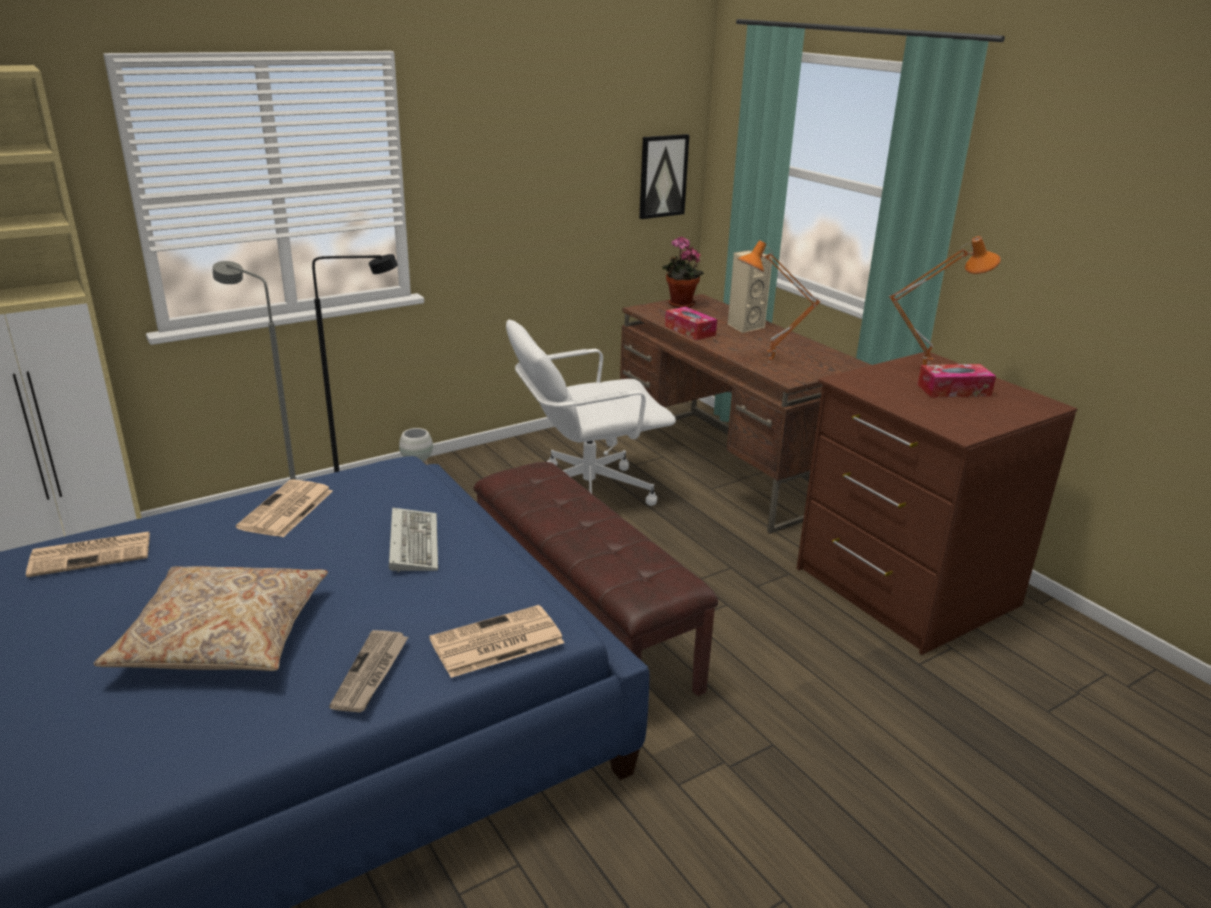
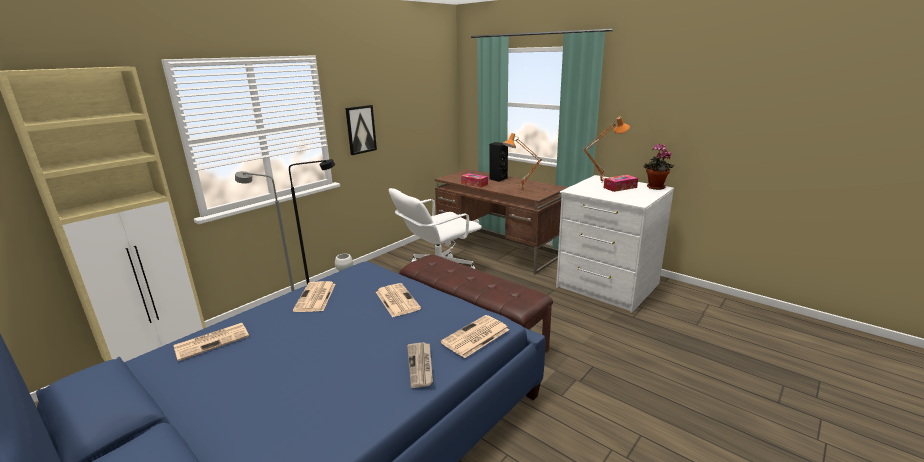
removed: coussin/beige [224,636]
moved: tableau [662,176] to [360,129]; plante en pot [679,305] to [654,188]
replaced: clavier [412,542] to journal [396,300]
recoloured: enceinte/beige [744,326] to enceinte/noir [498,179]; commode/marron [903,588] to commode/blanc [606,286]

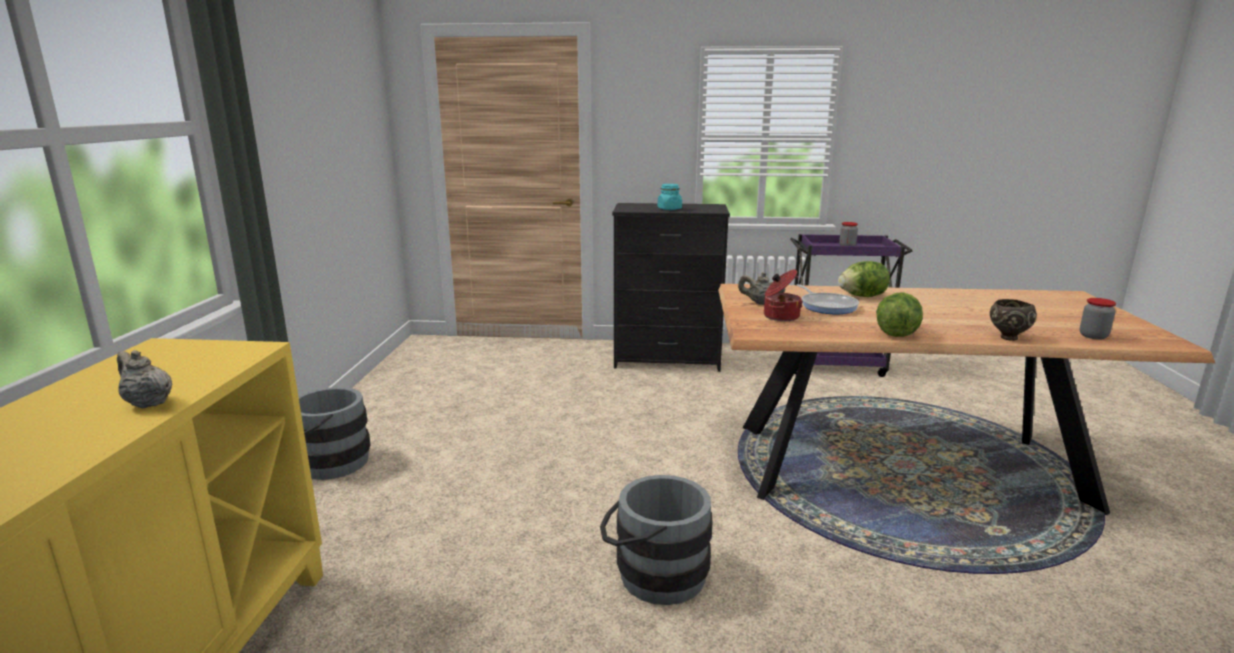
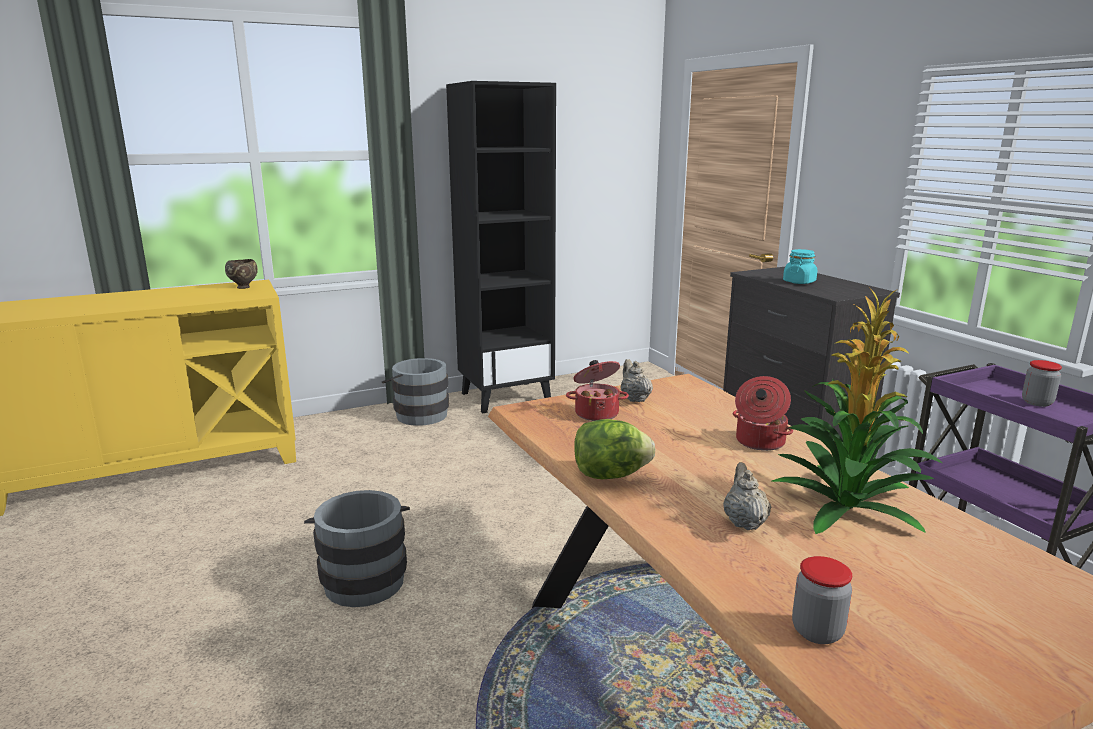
removed: poêle [827,306]
added: bibliothèque/noir [506,397]; plante en pot [848,506]
moved: théière/beige [148,403] to [744,522]; bol/marron [1007,337] to [244,287]
replaced: laitue [862,296] to marmite [759,442]

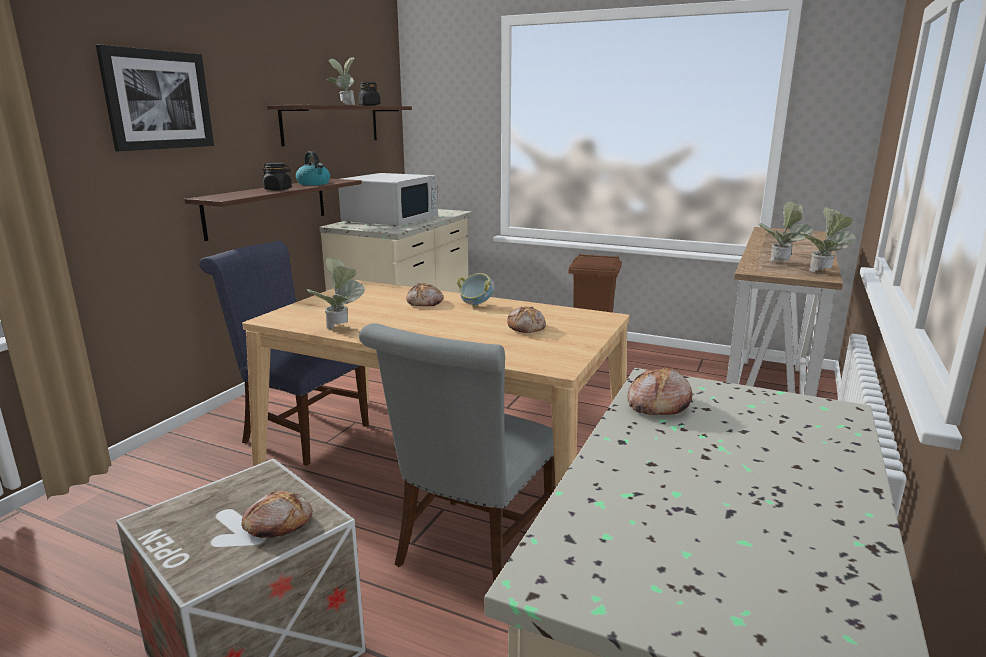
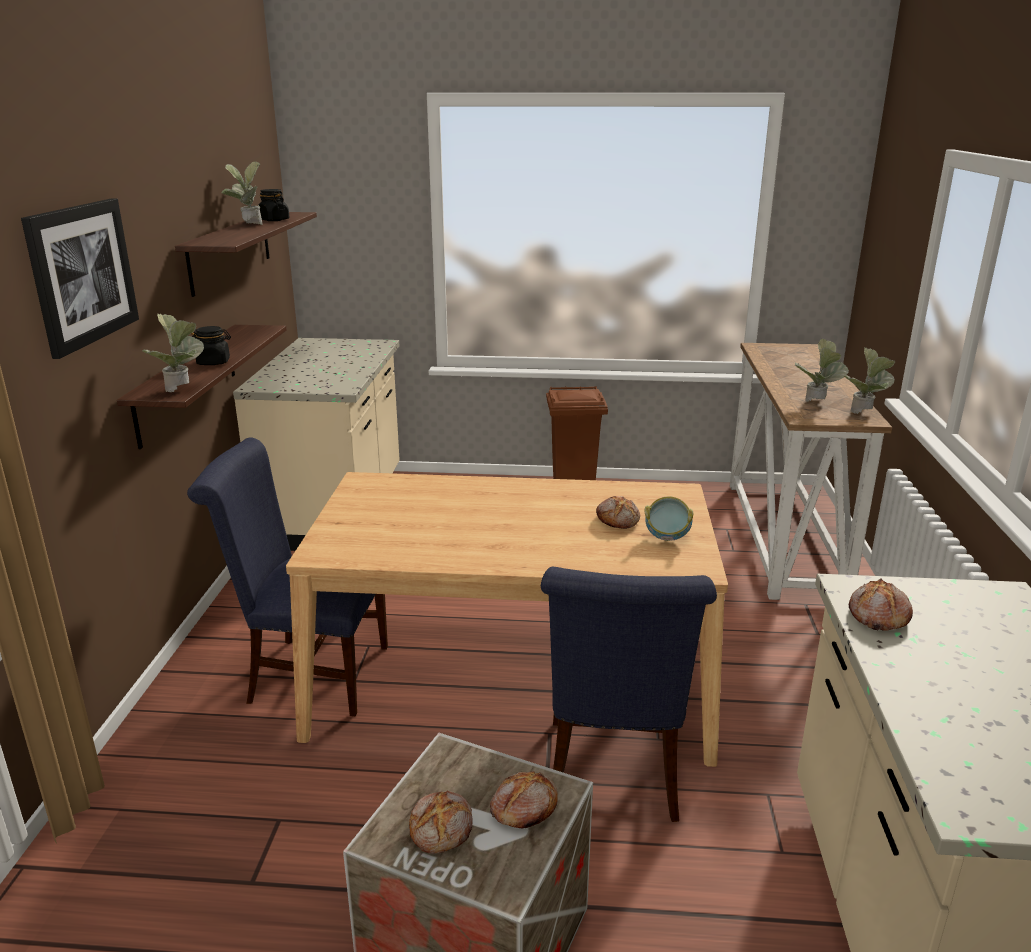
removed: bouilloire [314,184]; micro-ondes/blanc [391,219]
moved: plante en pot [340,328] to [182,390]; pain [425,302] to [442,829]; bol [476,305] to [666,538]
recoloured: chaise/gris [470,553] to chaise/bleu [613,776]

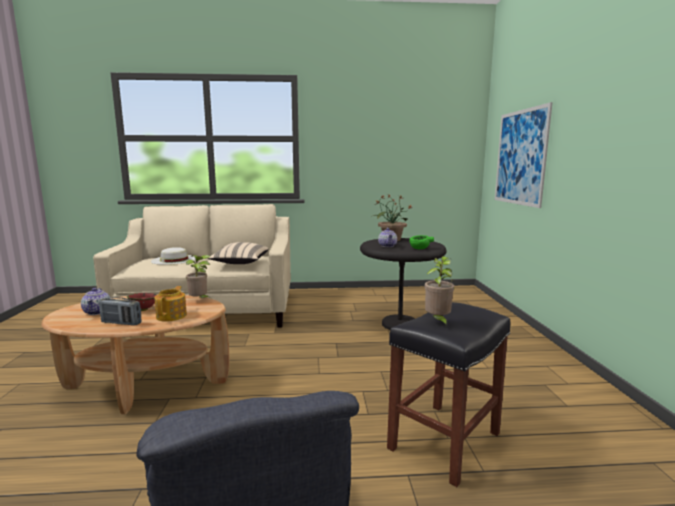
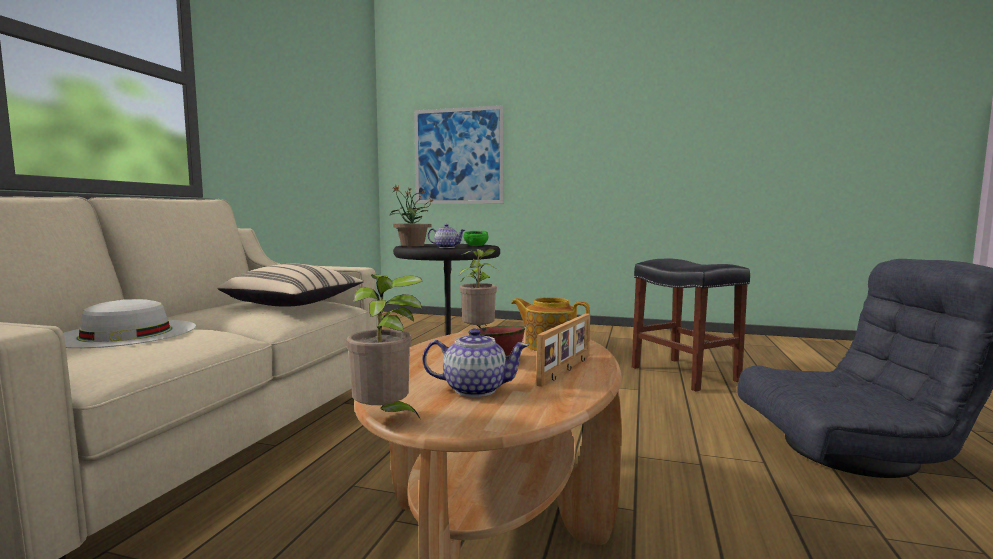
moved: plante en pot [438,321] to [385,418]
replaced: radio [121,323] to cadre photo [567,369]

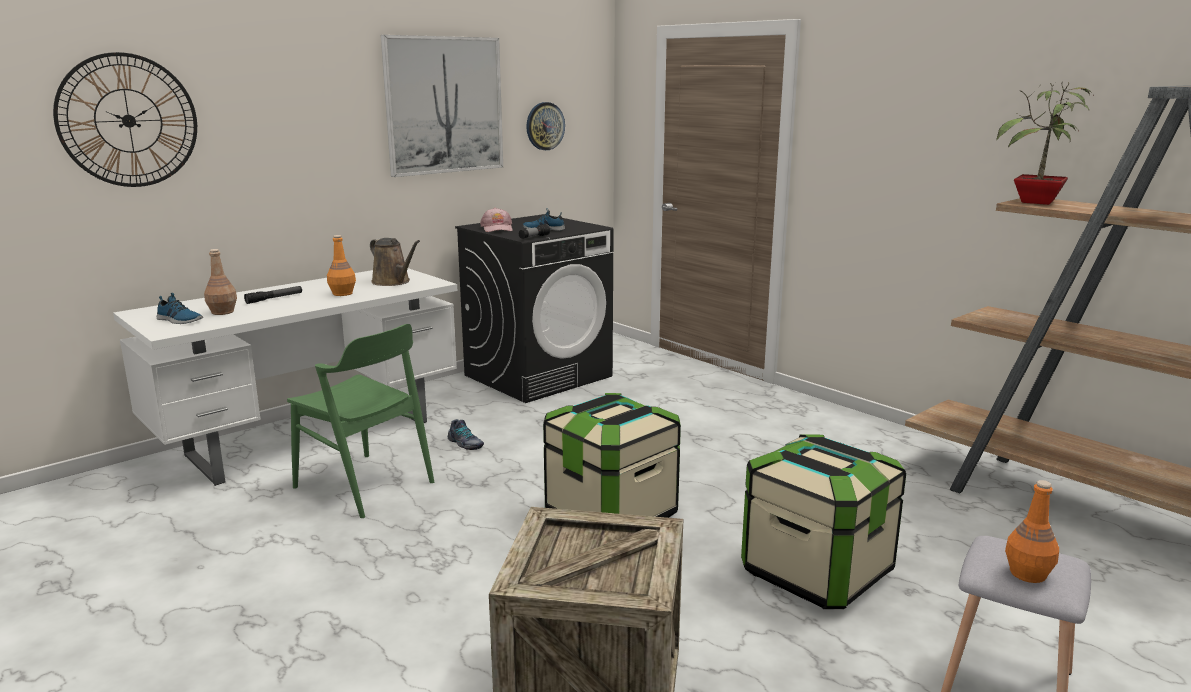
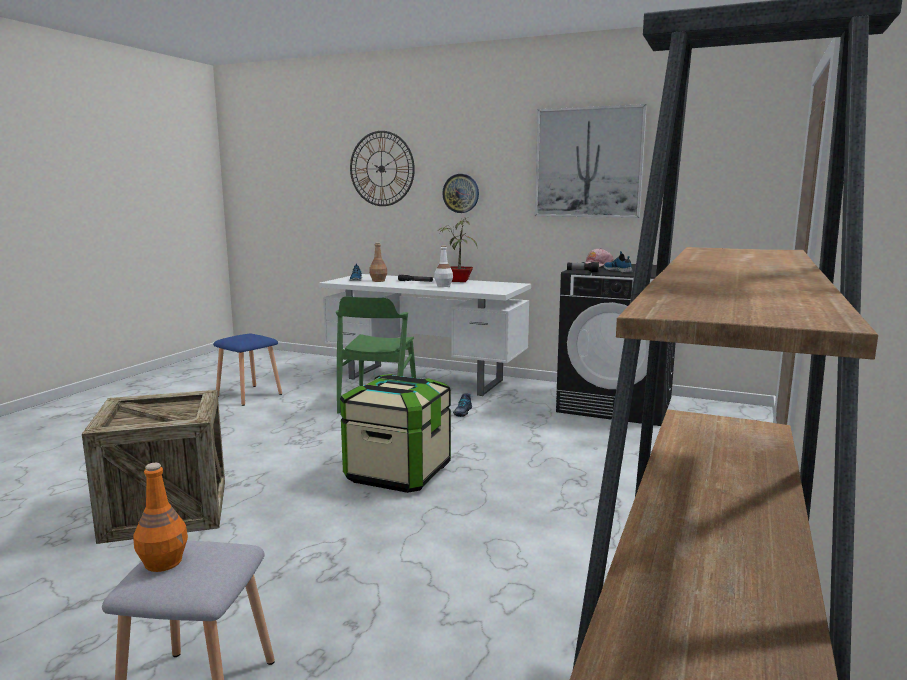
removed: arrosoir/marron [393,282]; boîte de rangement [816,572]
added: tabouret/bleu [249,395]
moved: horloge murale [545,126] to [461,193]; plante en pot [1036,202] to [458,281]
recoloured: bouteille/orange [342,293] to bouteille/blanc [443,286]

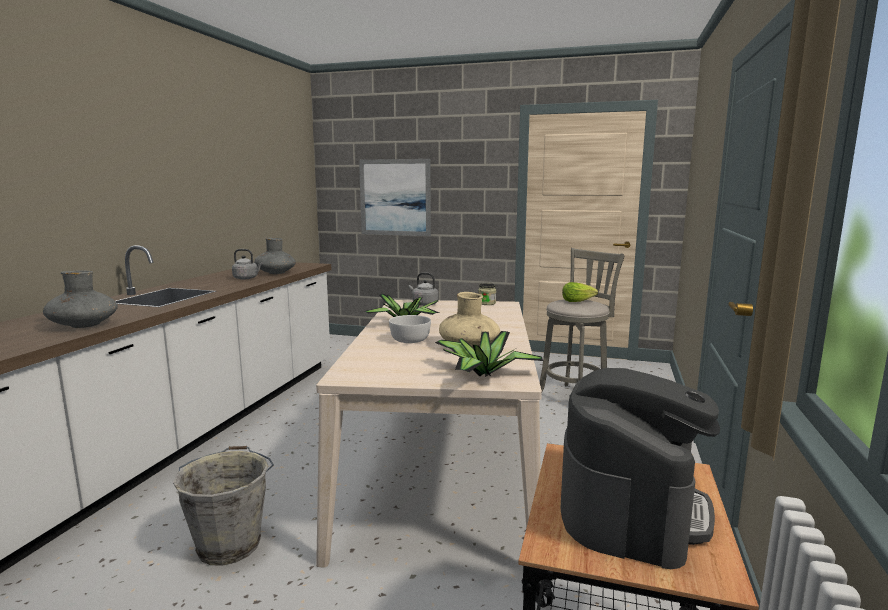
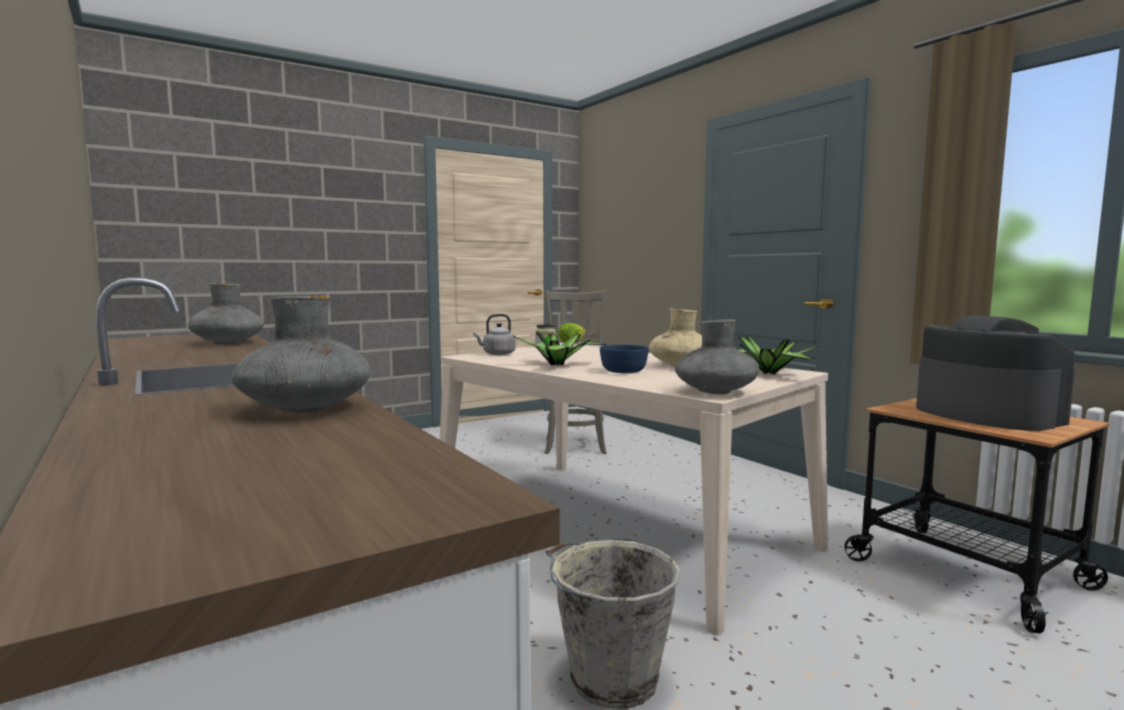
removed: bouilloire/gris [247,278]; tableau [395,197]
added: vase/gris [715,392]
recoloured: bol/blanc [410,339] to bol/bleu [623,371]

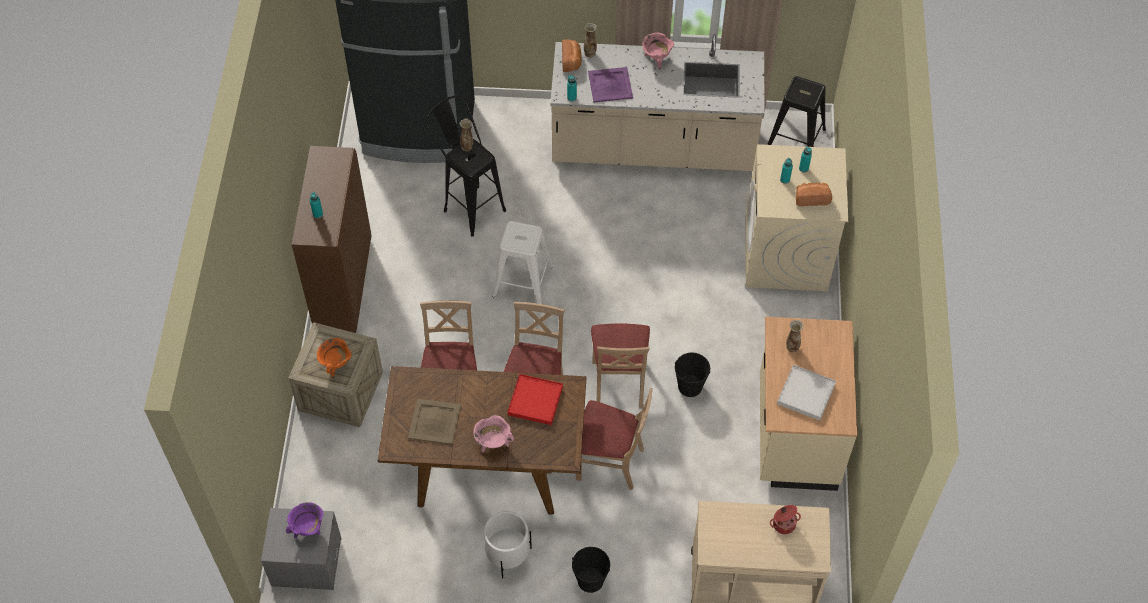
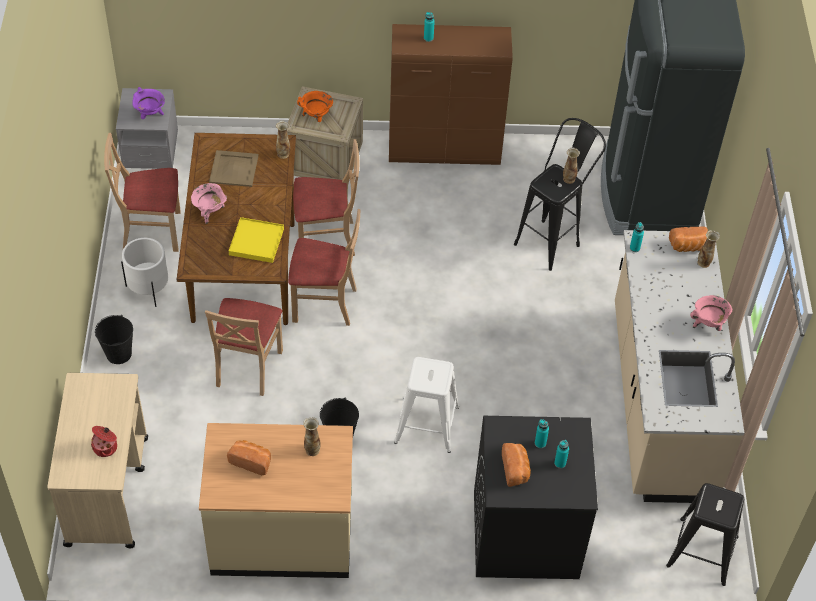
removed: plateau/violet [610,85]
added: vase [283,154]
moved: tabouret/blanc [522,281] to [426,423]; chaise/beige [619,383] to [152,231]
replaced: plateau/blanc [806,394] to pain [251,461]
recoloured: plateau/rouge [535,401] to plateau/jaune [256,242]; lave-linge/beige [786,254] to lave-linge/noir [524,535]

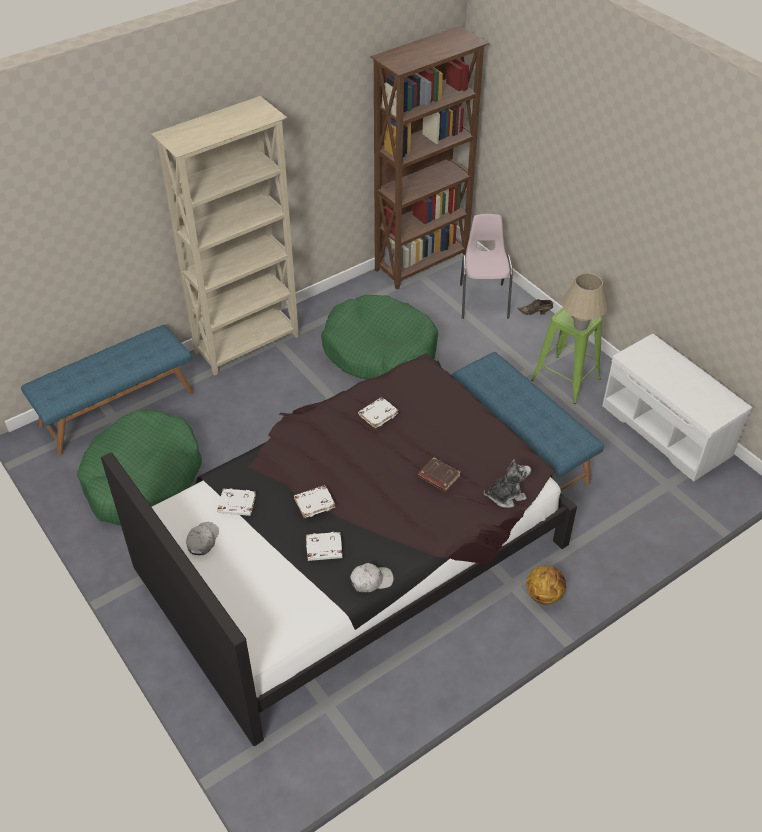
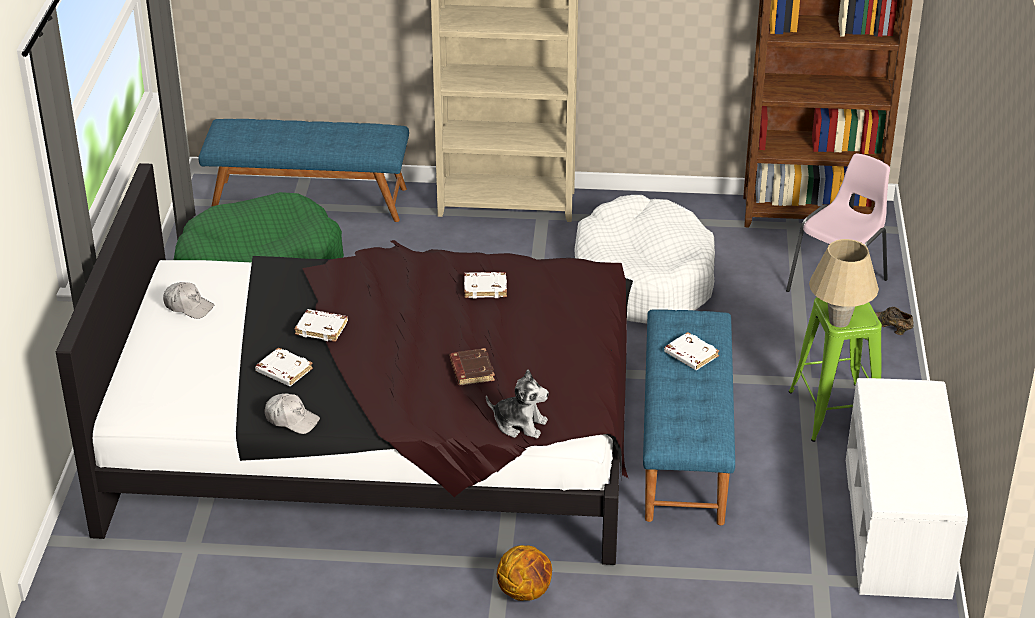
moved: livre/blanc [236,505] to [690,355]
recoloured: panier pour chien/vert [380,352] to panier pour chien/blanc [644,278]
turned: casquette/blanc [202,540] = [188,306] 60 degrees clockwise

